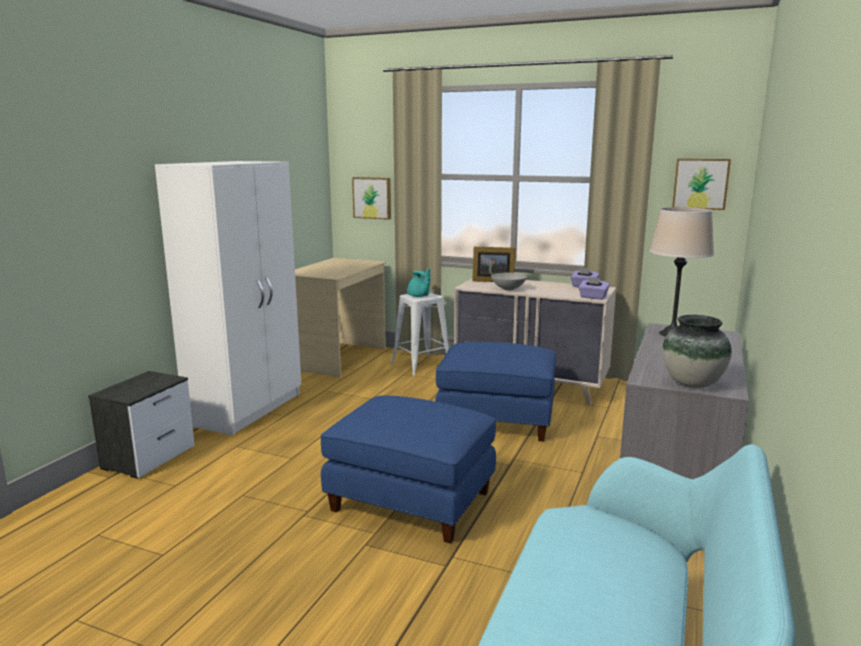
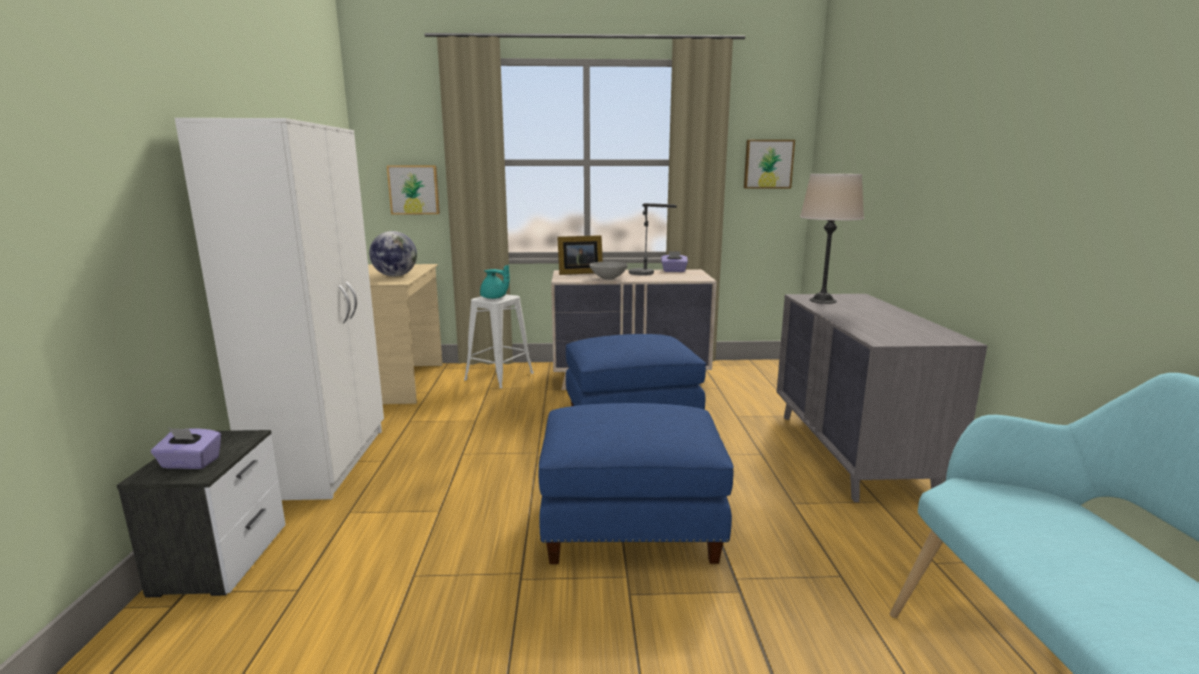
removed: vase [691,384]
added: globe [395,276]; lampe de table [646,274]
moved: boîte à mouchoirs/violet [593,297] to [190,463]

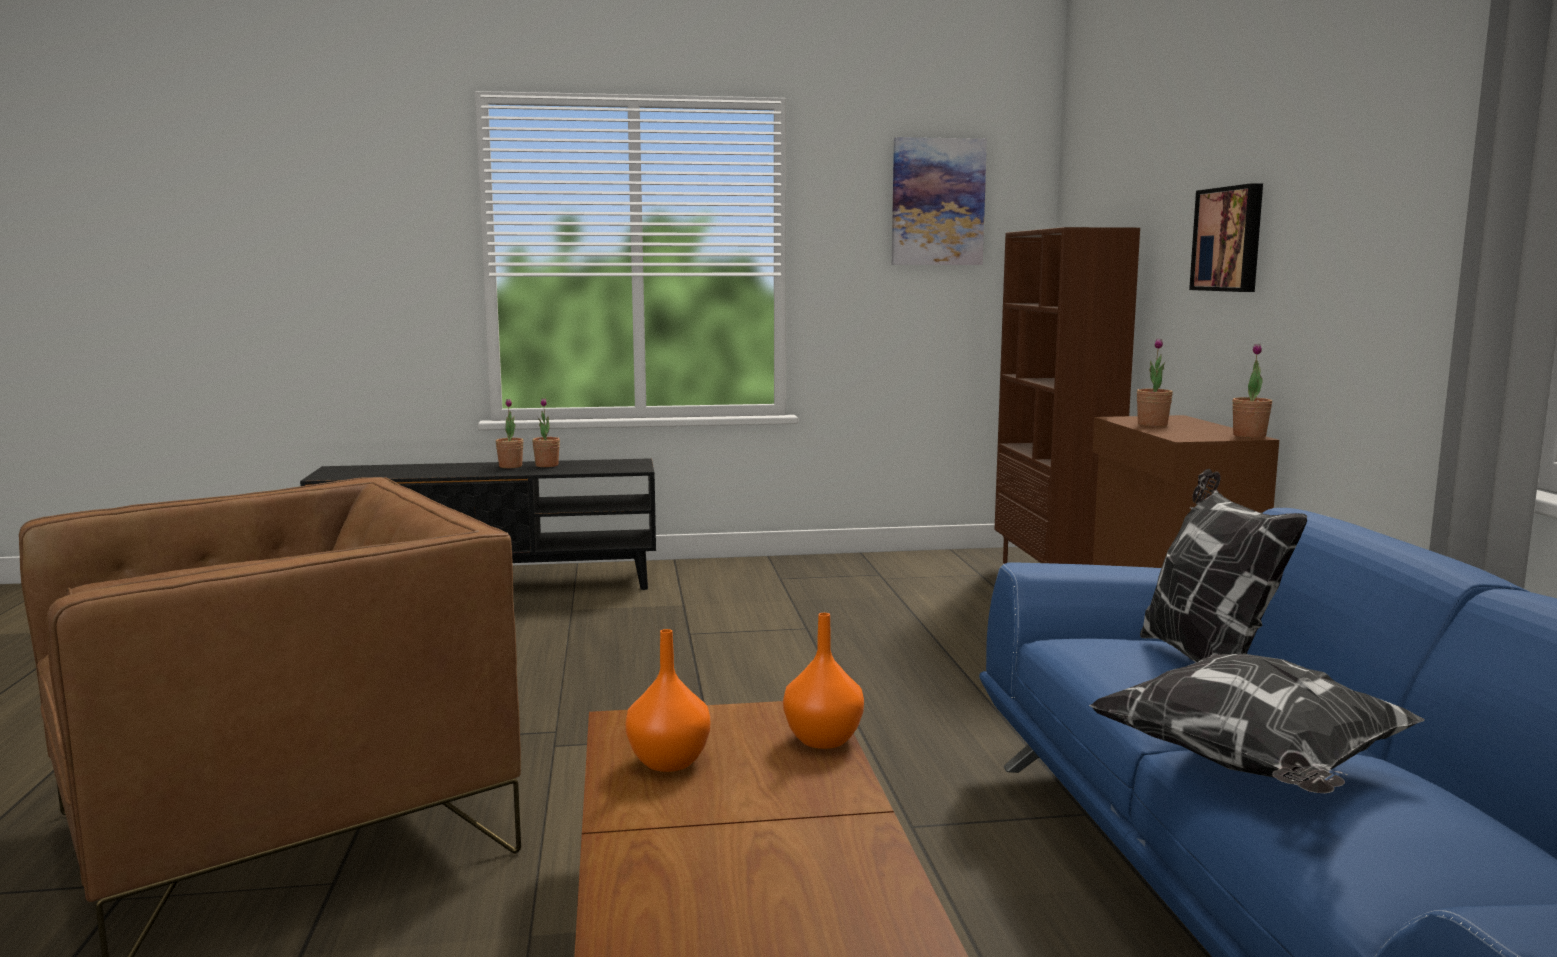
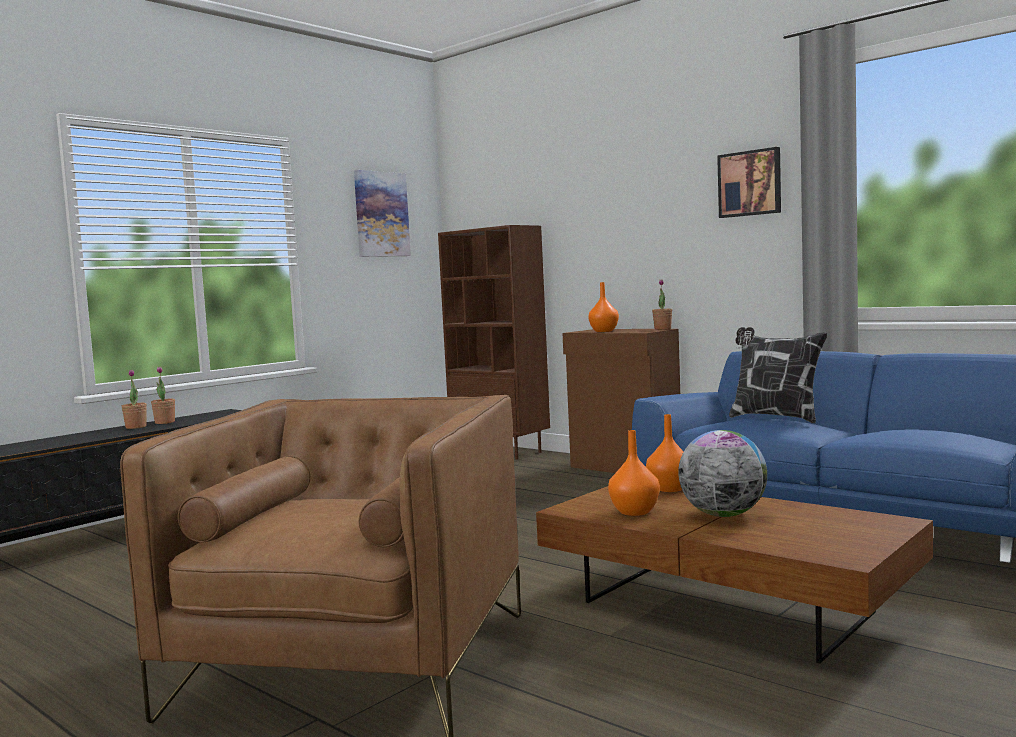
removed: coussin [1253,770]
added: globe [723,515]
moved: tableau [1230,239] to [750,183]
replaced: plante en pot [1152,424] to vase/orange [604,331]

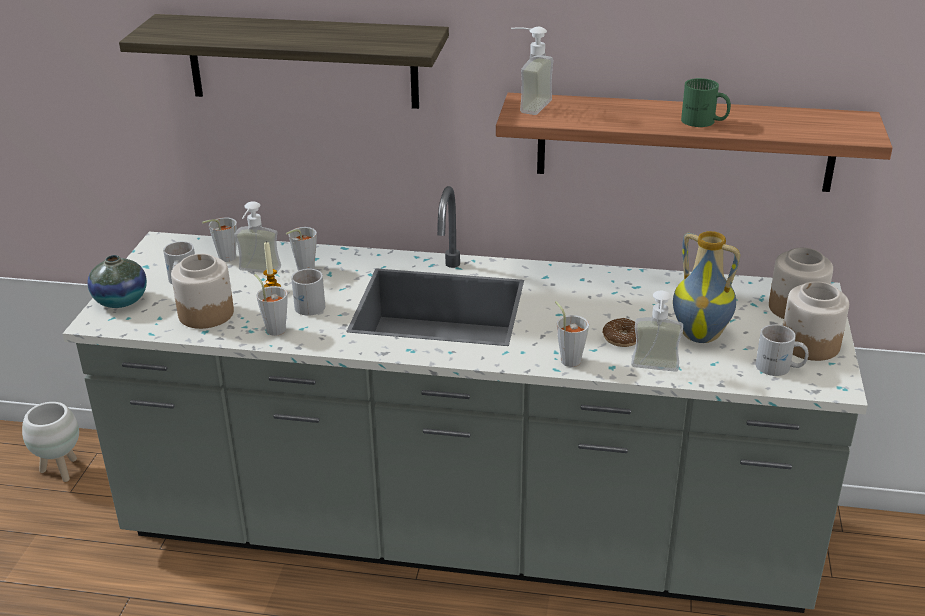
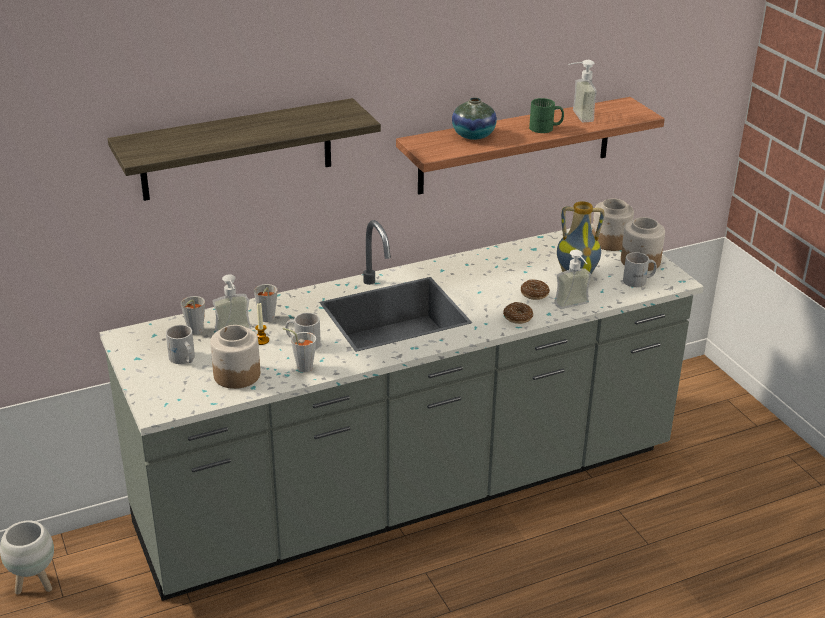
moved: vase [121,300] to [473,135]; distributeur de savon [527,105] to [576,116]
replaced: tasse/gris [568,358] to beignet [517,317]

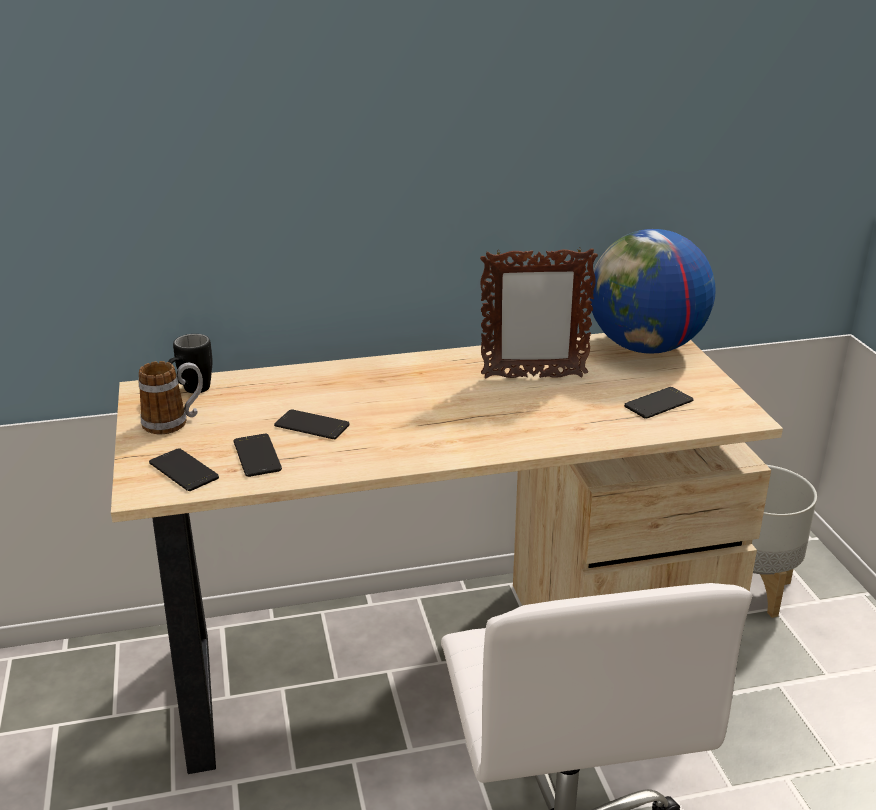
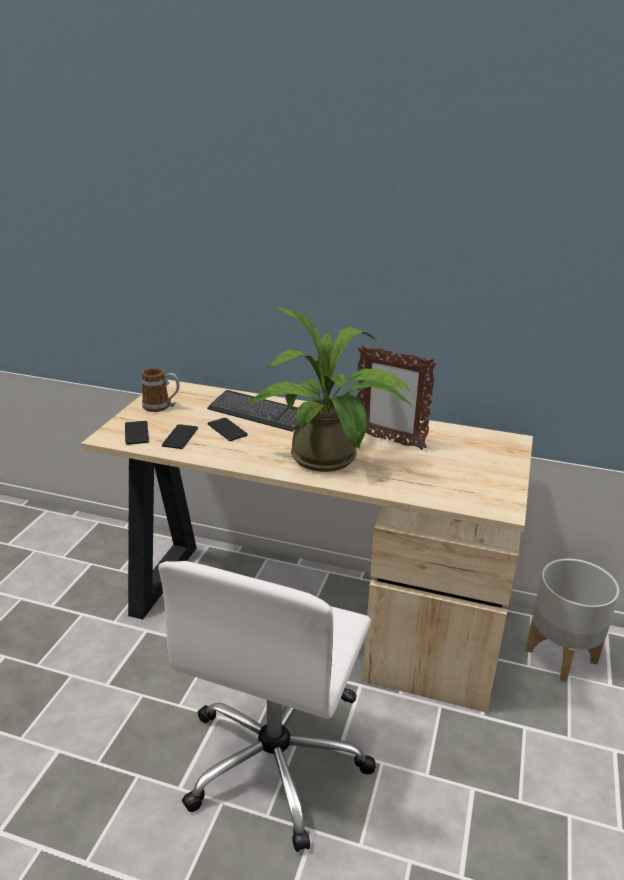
removed: mug/noir [191,391]; globe [645,347]; téléphone [658,404]
added: clavier [258,413]; plante en pot [329,461]

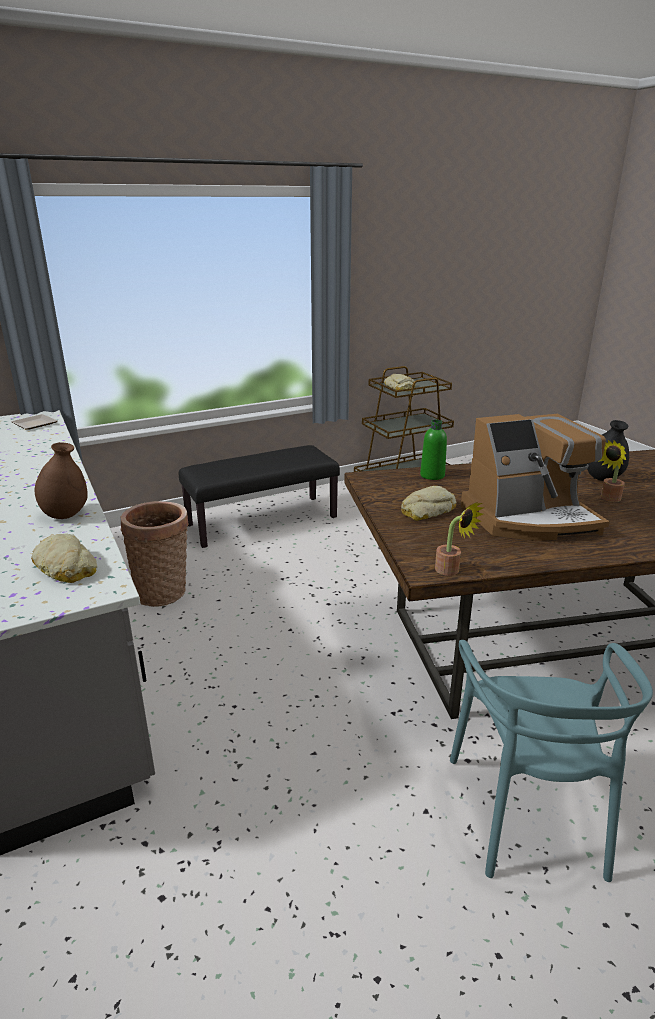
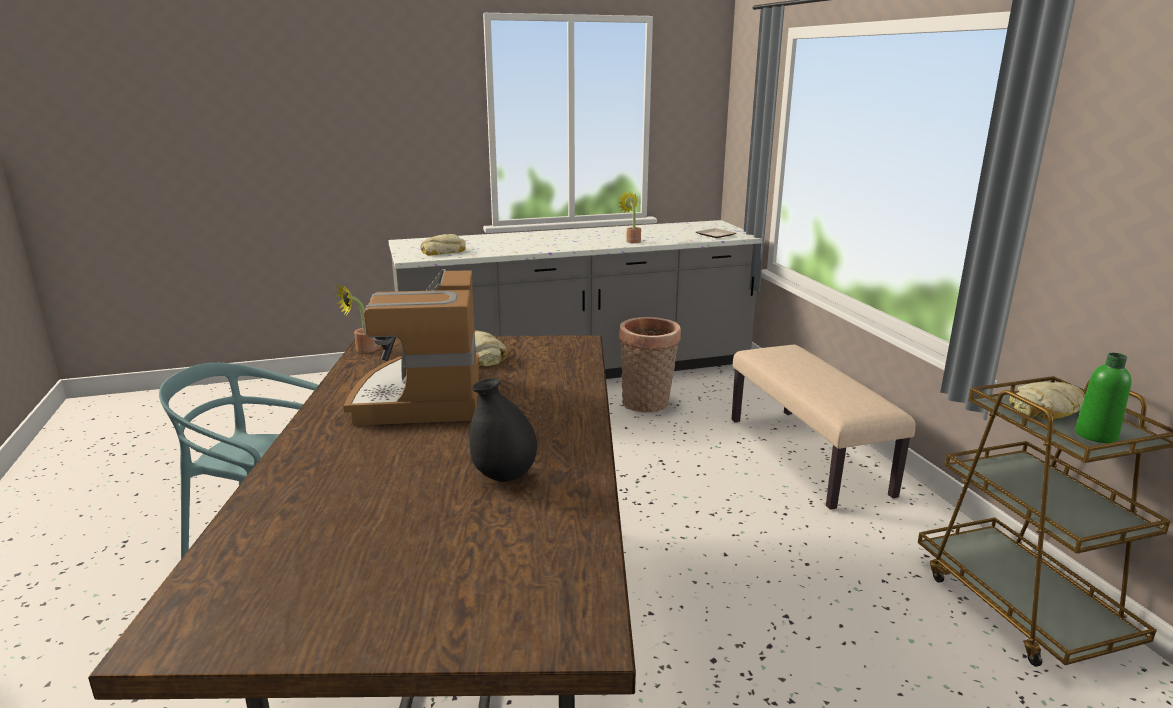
removed: vase/marron [66,515]
moved: bouteille/vert [432,475] to [1095,435]; plante en pot [608,499] to [631,241]
recoloured: banc/noir [262,521] to banc/beige [808,456]

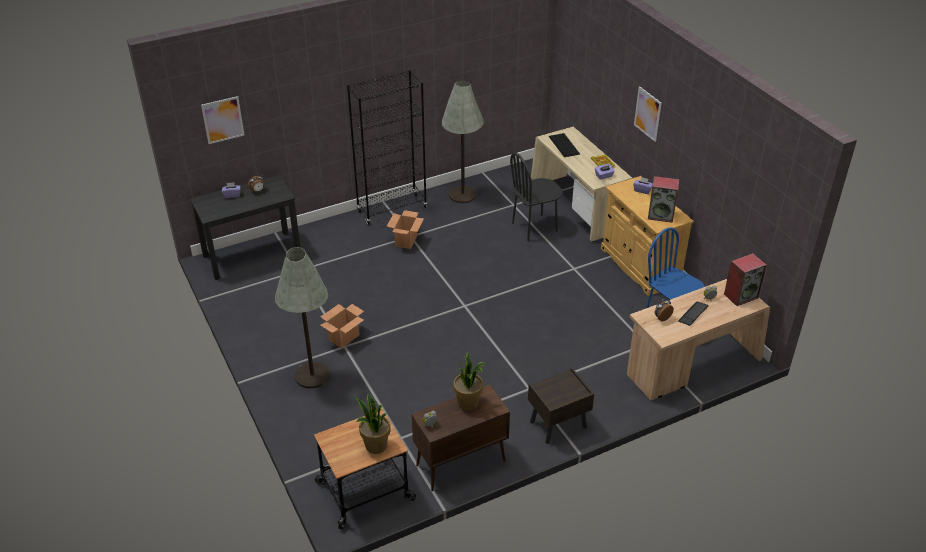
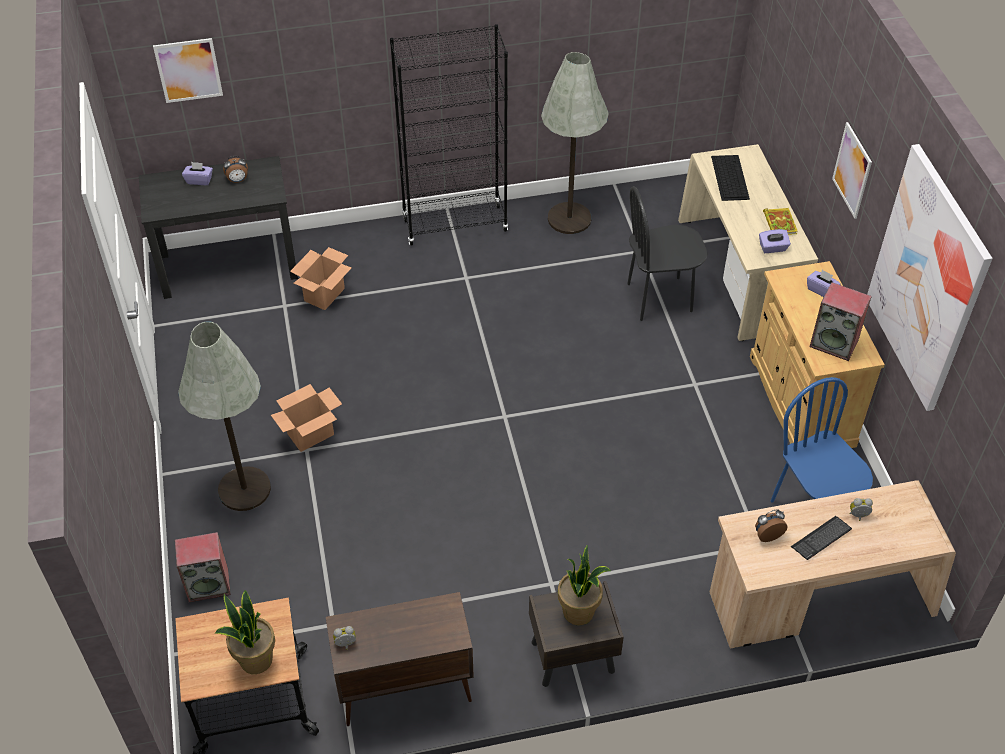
added: tableau [926,279]
moved: carton [406,240] to [324,294]; plante en pot [468,403] to [579,612]; enceinte [741,295] to [209,584]

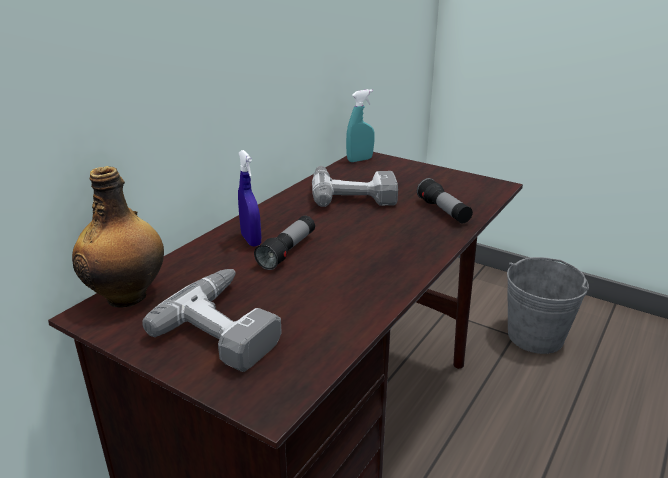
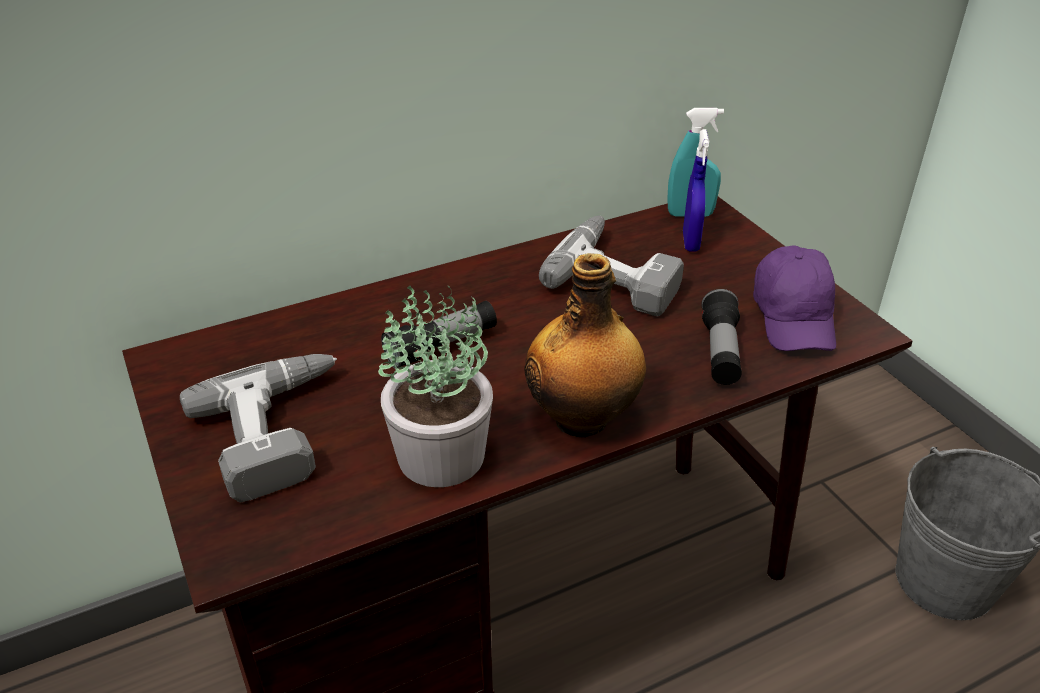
added: plante en pot [442,454]; casquette/violet [794,317]
moved: bouteille [128,295] to [583,418]; vaporisateur/bleu [251,240] to [690,242]

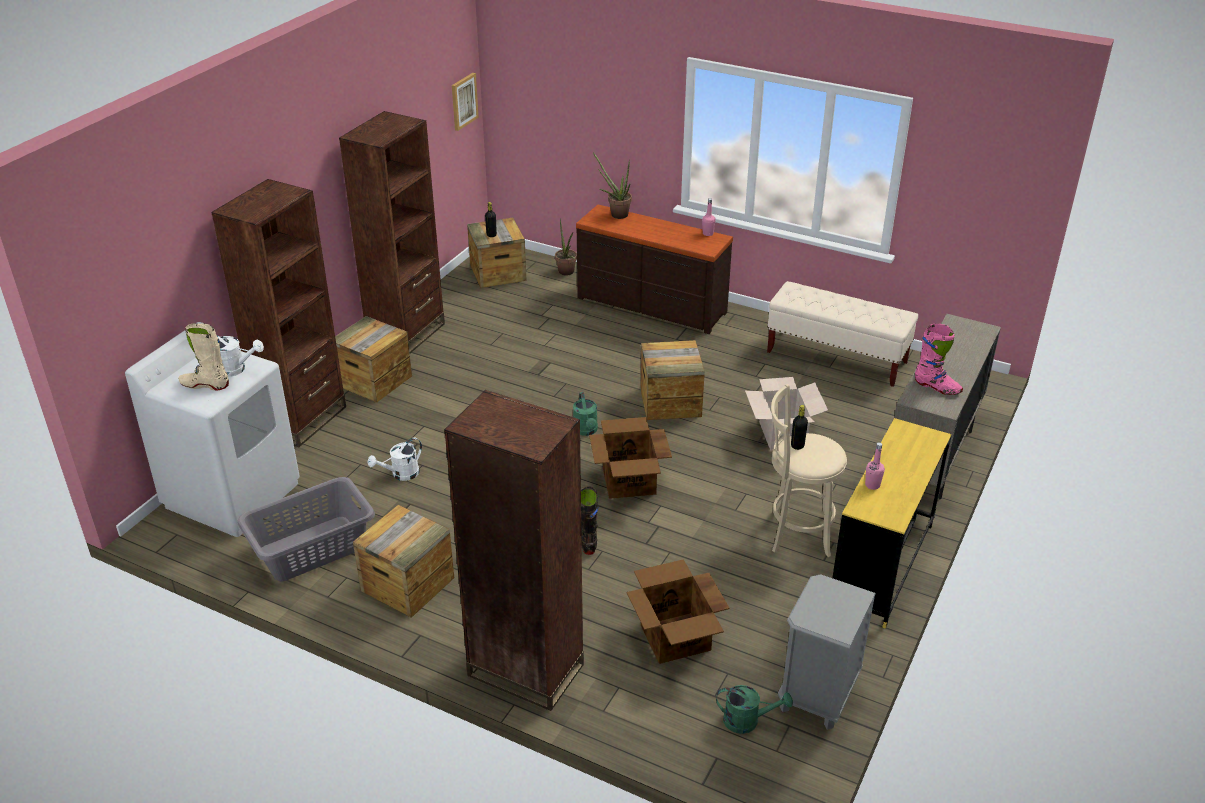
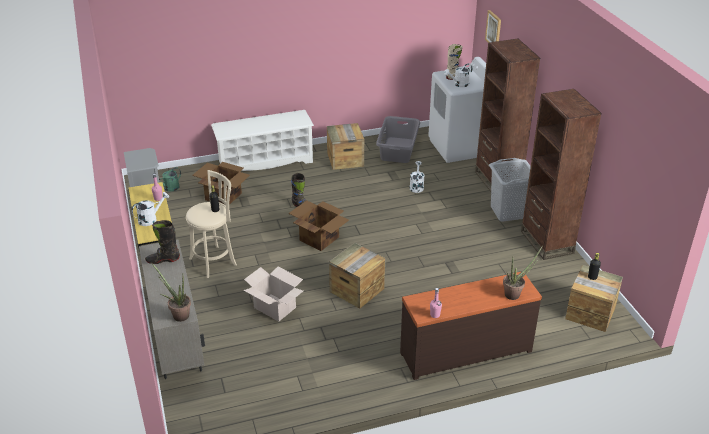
removed: arrosoir/vert [586,431]; banc/beige [837,357]
added: arrosoir/blanc [150,219]
moved: tableau [463,101] to [494,29]; plante en pot [567,273] to [178,315]
replaced: caisse [374,380] to panier à linge/gris [508,212]; bibliothèque/marron [526,669] to étagère à chaussures/blanc [265,161]
recoloured: botte/rose [937,387] to botte/noir [163,260]

